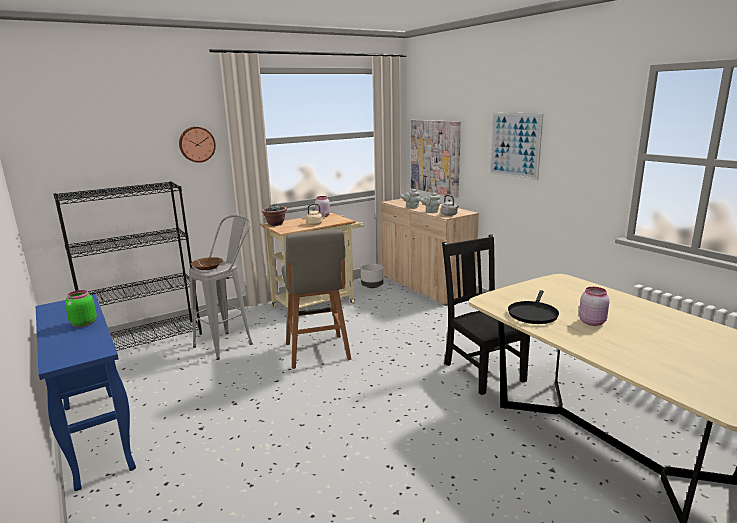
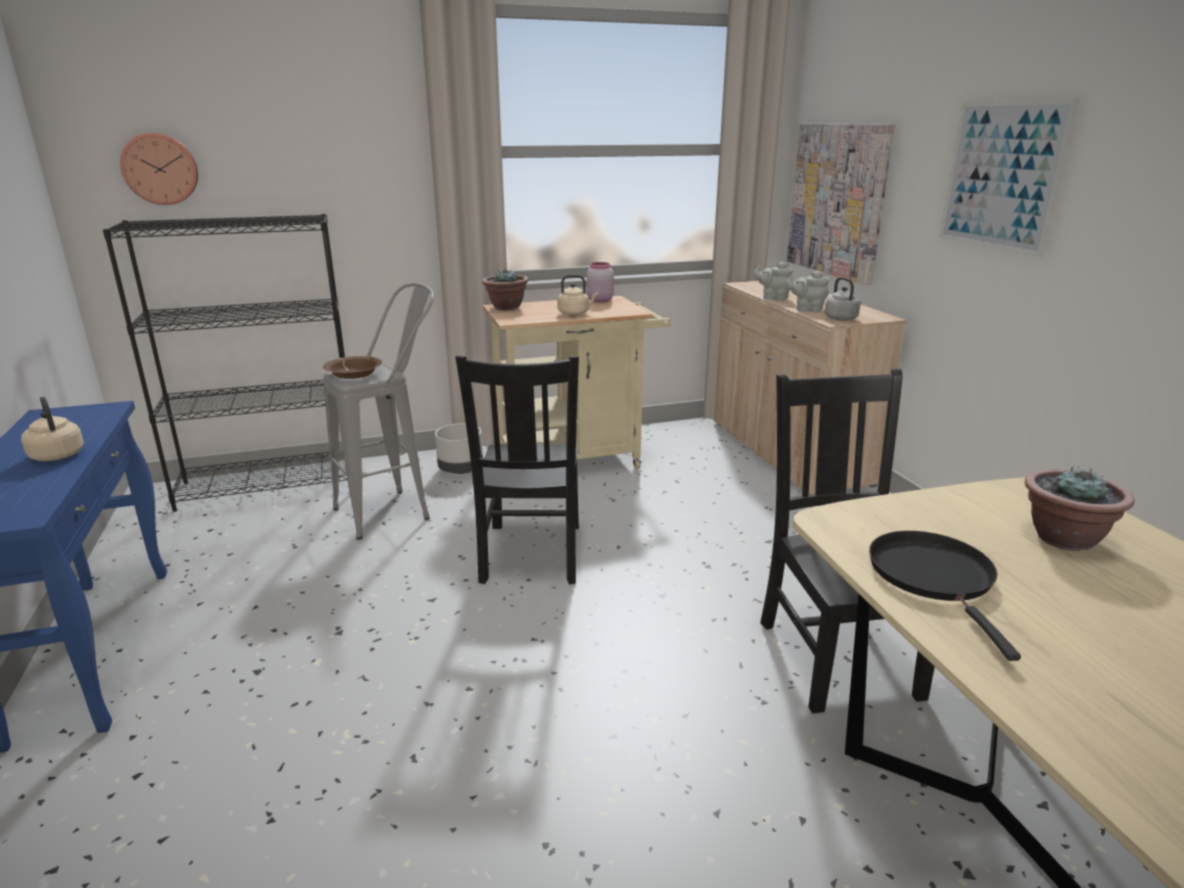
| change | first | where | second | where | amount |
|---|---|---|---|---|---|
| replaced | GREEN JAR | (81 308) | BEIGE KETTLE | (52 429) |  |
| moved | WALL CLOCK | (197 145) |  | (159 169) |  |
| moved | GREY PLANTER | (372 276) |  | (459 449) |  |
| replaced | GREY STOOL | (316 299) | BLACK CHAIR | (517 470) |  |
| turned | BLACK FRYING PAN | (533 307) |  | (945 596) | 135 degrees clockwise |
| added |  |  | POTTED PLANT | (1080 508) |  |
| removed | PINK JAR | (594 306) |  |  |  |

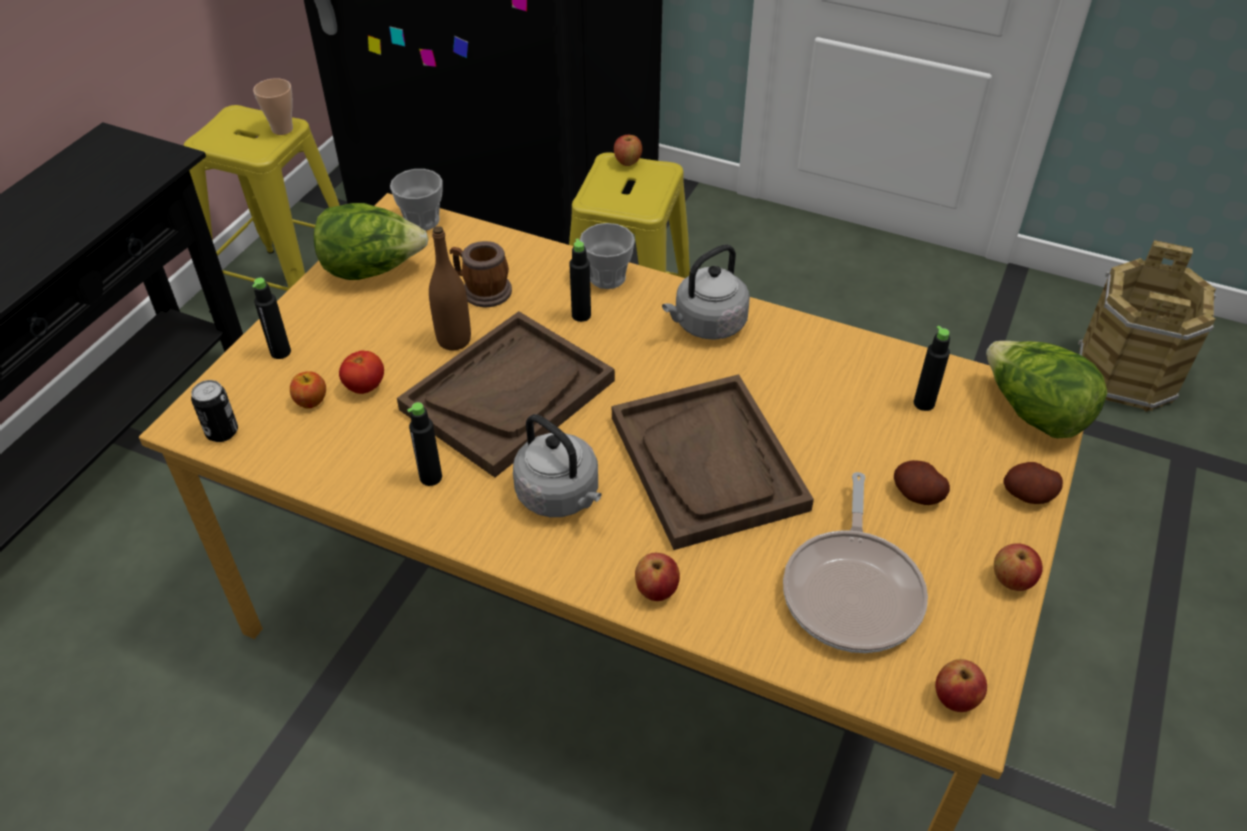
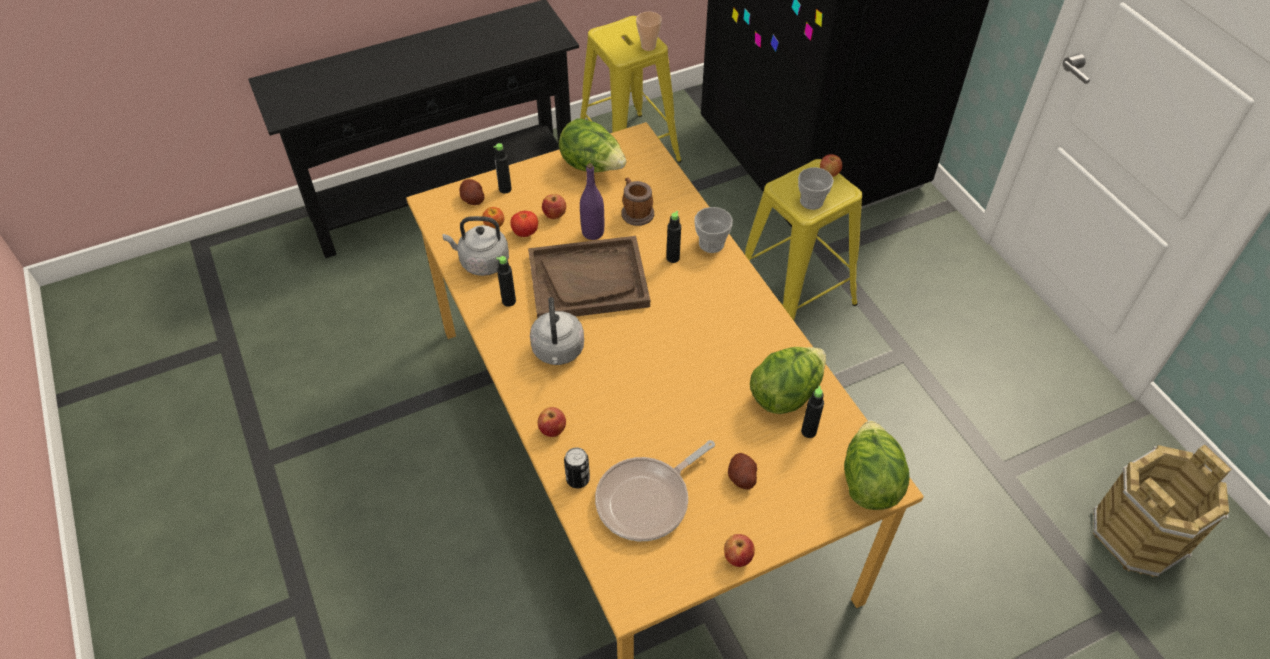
| change | first | where | second | where | amount |
|---|---|---|---|---|---|
| moved | GREY KETTLE | (706 292) |  | (476 246) |  |
| moved | POTATO | (1033 483) |  | (472 192) |  |
| moved | APPLE | (961 685) |  | (554 206) |  |
| moved | CAN | (214 411) |  | (577 467) |  |
| recoloured | BROWN BOTTLE | (450 288) | PURPLE BOTTLE | (592 201) |  |
| added |  |  | LETTUCE | (788 380) |  |
| moved | CUP | (416 200) |  | (816 188) |  |
| removed | BROWN TRAY | (713 462) |  |  |  |

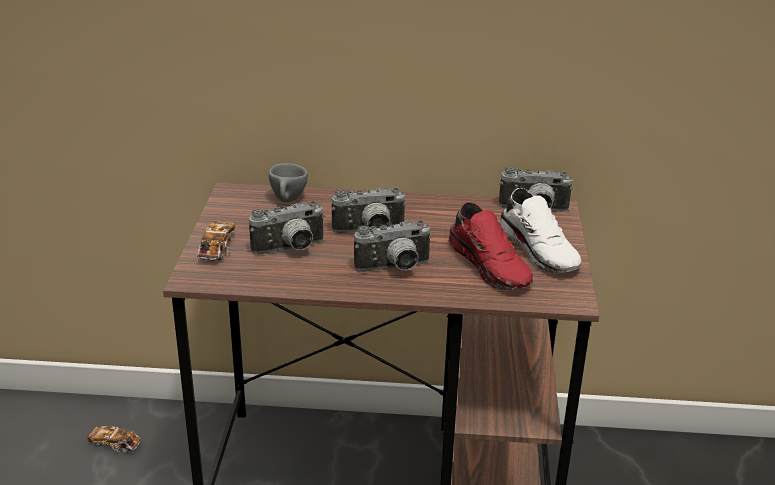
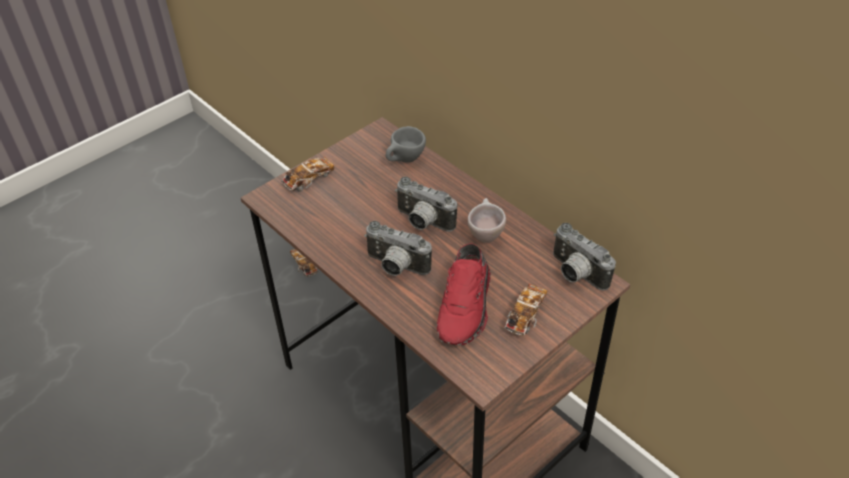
| change | first | where | second | where | amount |
|---|---|---|---|---|---|
| added |  |  | BEIGE CUP | (487 220) |  |
| replaced | WHITE SHOE | (540 230) | TOY CAR | (525 310) |  |
| removed | PHOTO CAMERA | (287 227) |  |  |  |

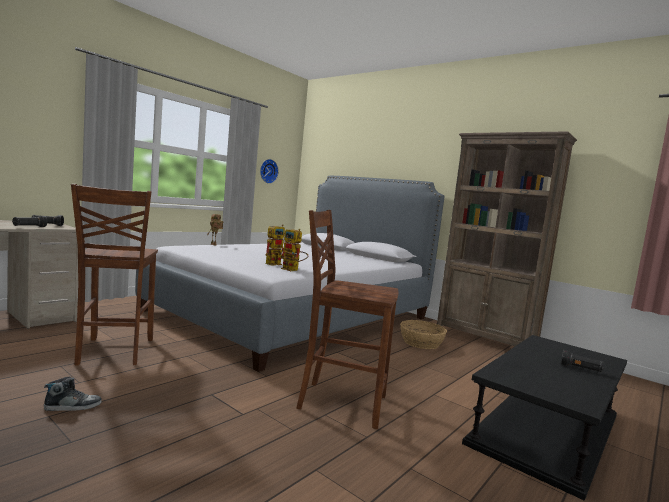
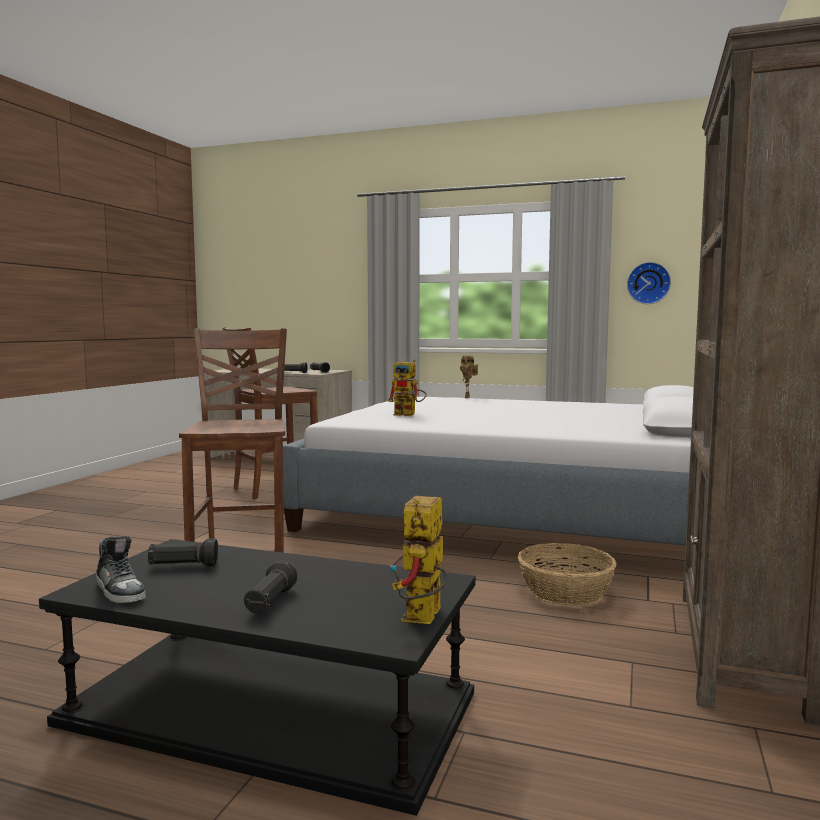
| change | first | where | second | where | amount |
|---|---|---|---|---|---|
| moved | SHOE | (73 394) |  | (121 569) |  |
| added |  |  | BLACK FLASHLIGHT | (183 552) |  |
| moved | TOY ROBOT | (294 250) |  | (419 560) |  |

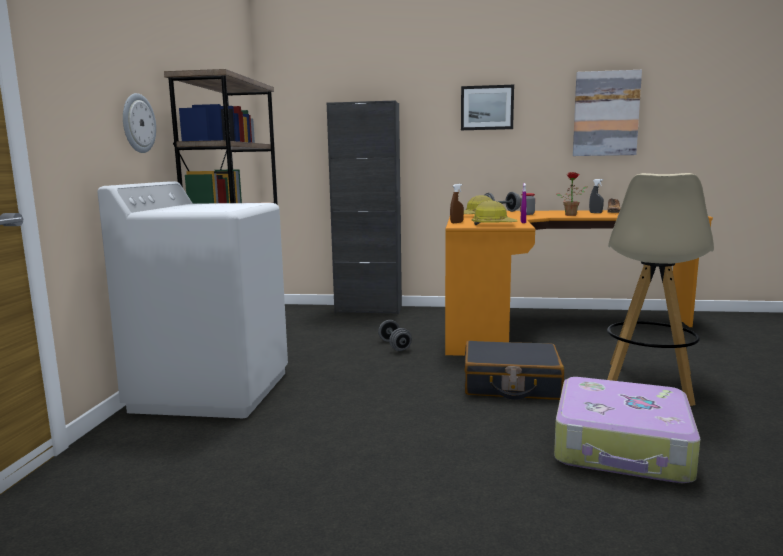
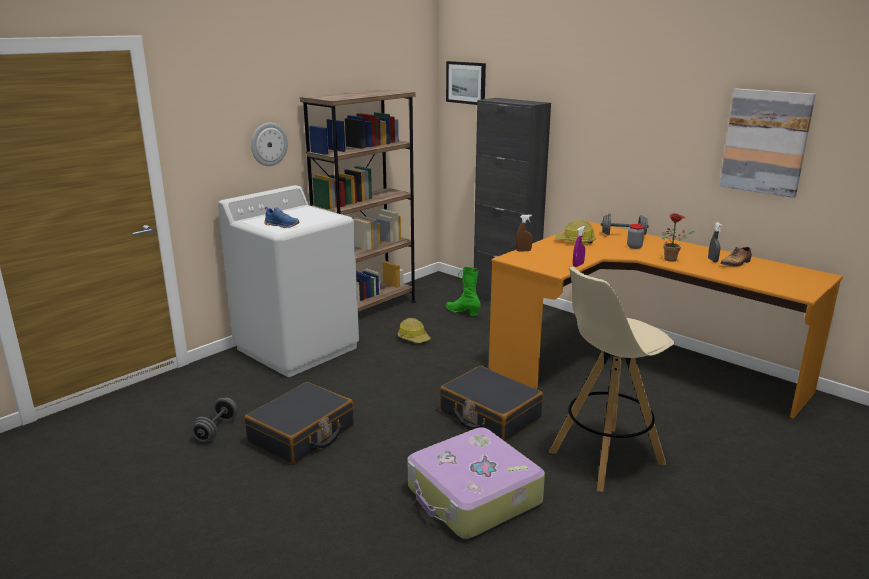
| change | first | where | second | where | amount |
|---|---|---|---|---|---|
| moved | GREY DUMBBELL | (395 335) |  | (214 420) |  |
| added |  |  | BLACK SUITCASE | (299 423) |  |
| added |  |  | BLUE SHOE | (281 217) |  |
| moved | HARD HAT | (495 212) |  | (414 330) |  |
| moved | PICTURE | (487 107) |  | (466 83) |  |
| added |  |  | GREEN BOOT | (463 291) |  |

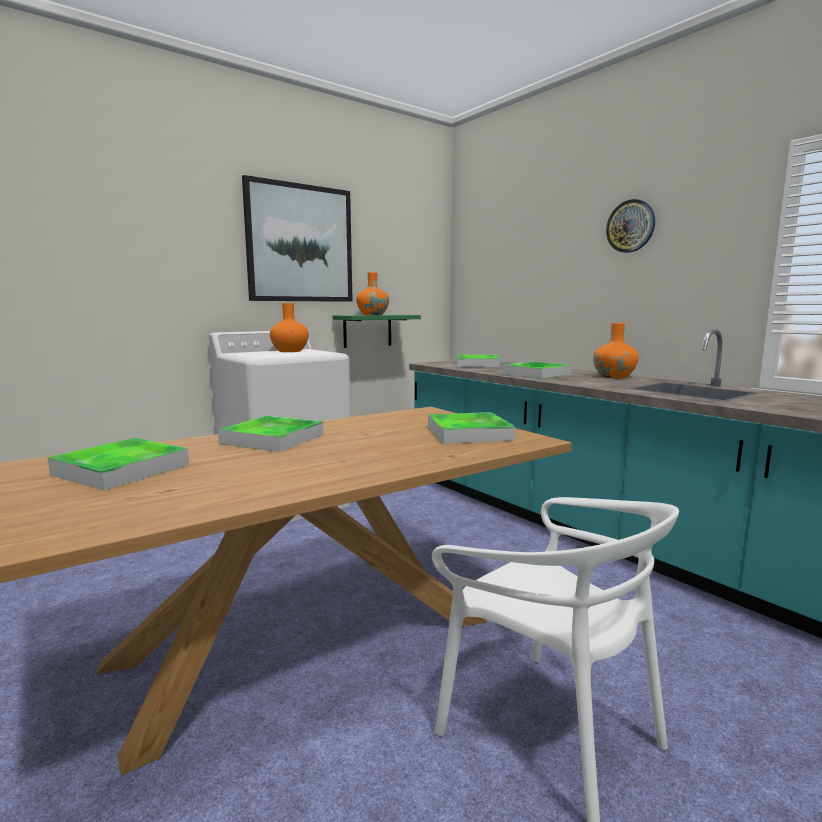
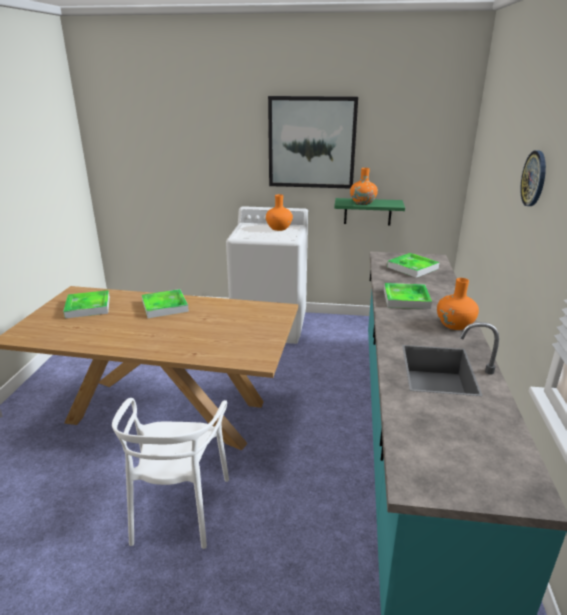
| change | first | where | second | where | amount |
|---|---|---|---|---|---|
| removed | TRAY | (471 428) |  |  |  |

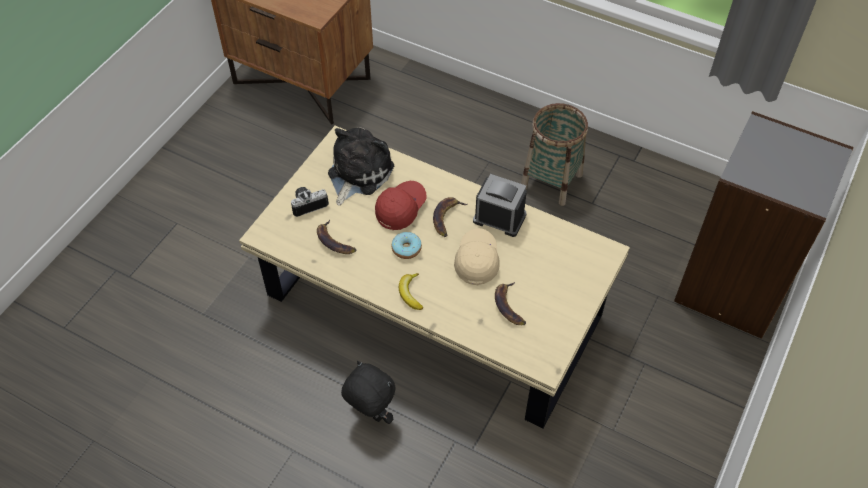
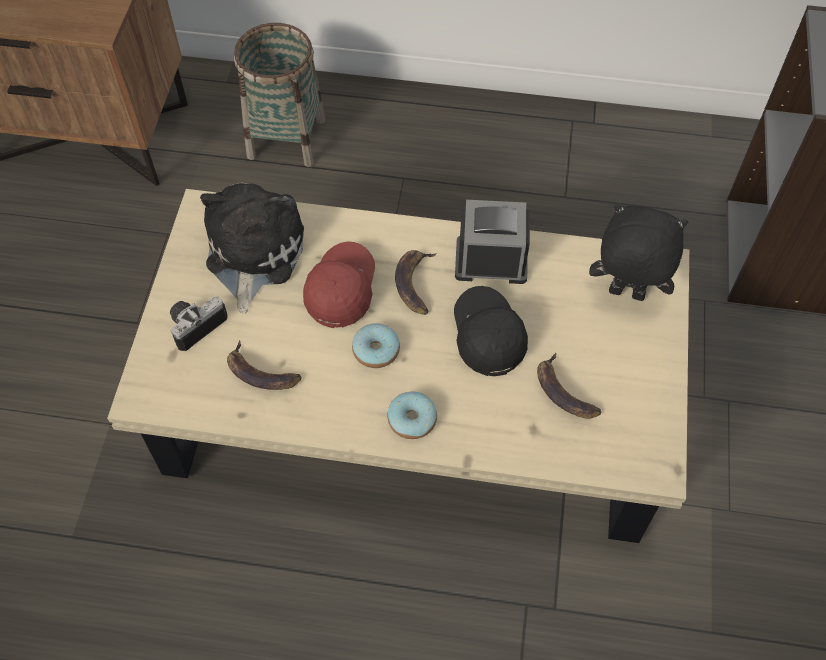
| change | first | where | second | where | amount |
|---|---|---|---|---|---|
| moved | BASKET | (554 154) |  | (280 95) |  |
| replaced | BANANA | (411 291) | DONUT | (412 415) |  |
| recoloured | BEIGE CAP | (477 256) | BLACK CAP | (491 331) |  |
| moved | BLACK PLUSH TOY | (368 392) |  | (638 252) |  |

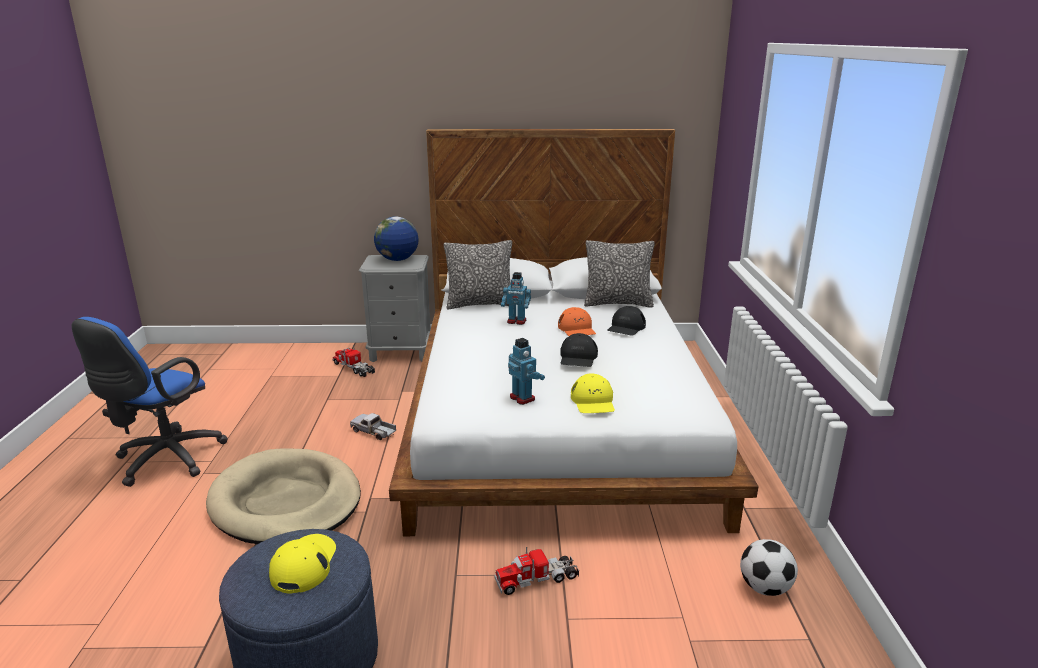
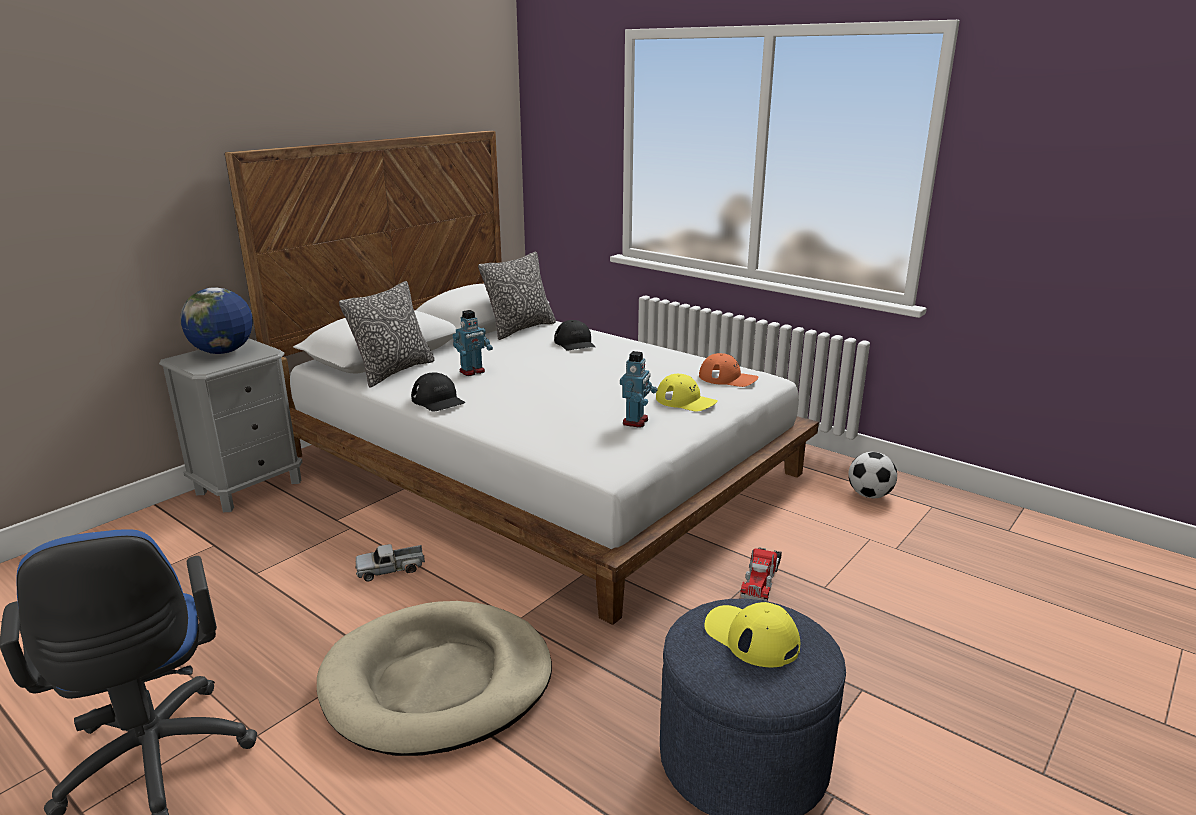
| change | first | where | second | where | amount |
|---|---|---|---|---|---|
| moved | BLACK CAP | (579 350) |  | (438 392) |  |
| turned | TOY ROBOT | (526 371) |  | (639 389) | 105 degrees clockwise |
| moved | ORANGE CAP | (577 321) |  | (728 370) |  |
| removed | TOY TRUCK | (353 361) |  |  |  |

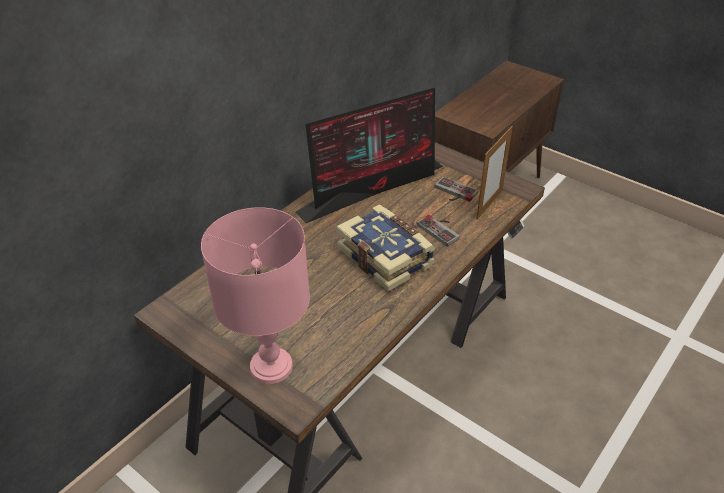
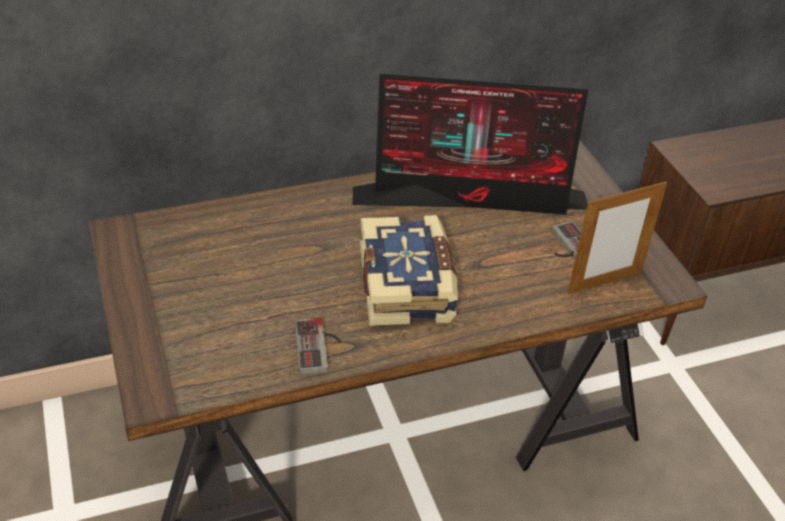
| change | first | where | second | where | amount |
|---|---|---|---|---|---|
| moved | GAME CONTROLLER | (438 231) |  | (318 346) |  |
| removed | PINK TABLE LAMP | (255 295) |  |  |  |

